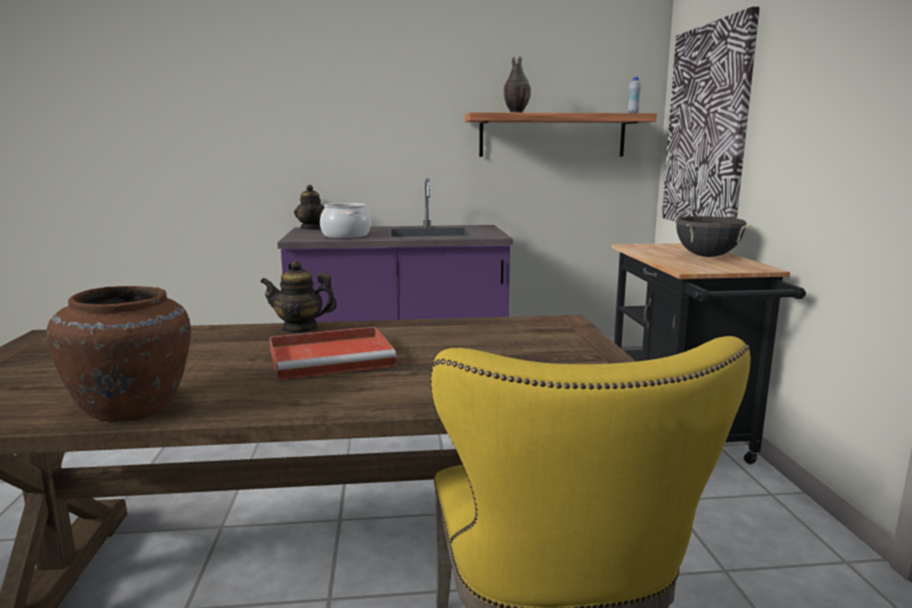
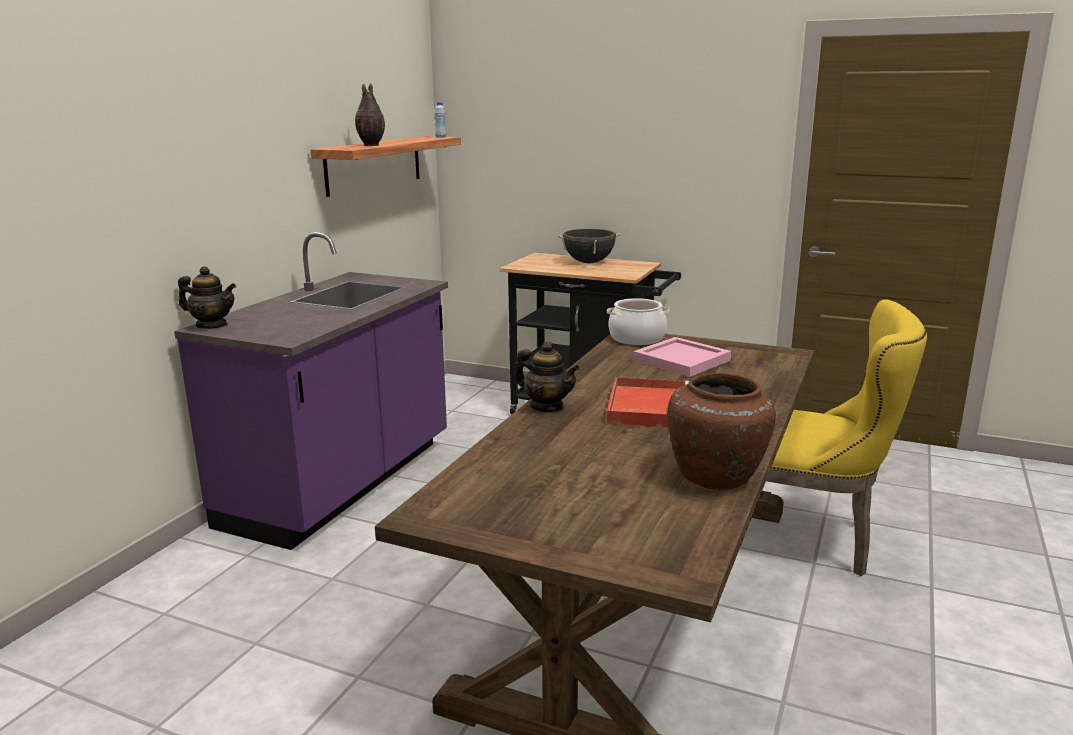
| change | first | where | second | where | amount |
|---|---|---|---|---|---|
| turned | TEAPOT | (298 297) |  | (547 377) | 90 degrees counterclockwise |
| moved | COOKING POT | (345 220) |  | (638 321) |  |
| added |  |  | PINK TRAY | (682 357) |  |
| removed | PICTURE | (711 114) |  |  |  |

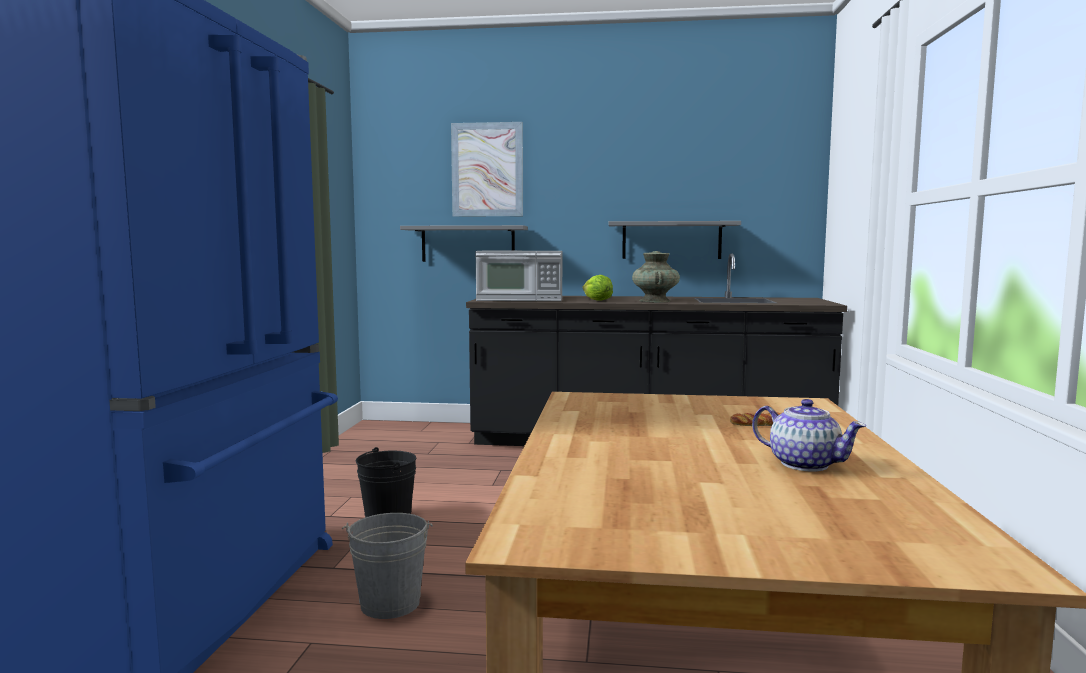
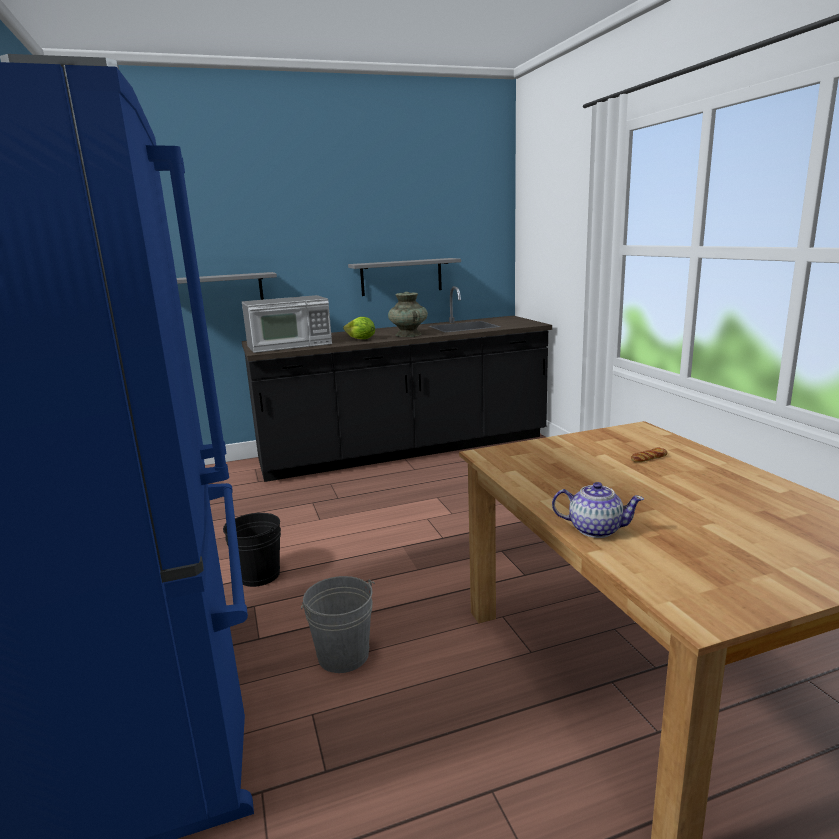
| change | first | where | second | where | amount |
|---|---|---|---|---|---|
| moved | TEAPOT | (809 435) |  | (598 510) |  |
| removed | PICTURE | (487 169) |  |  |  |

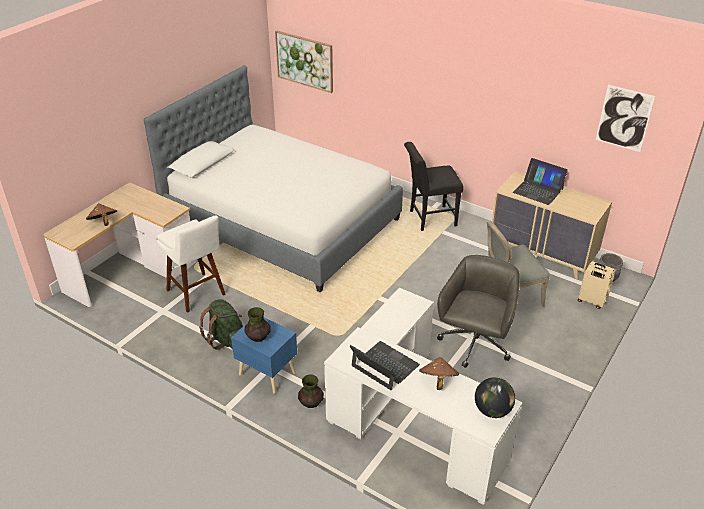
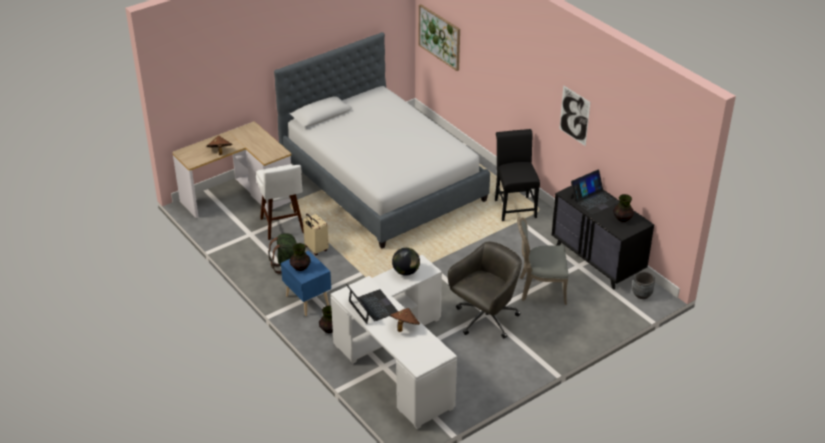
| change | first | where | second | where | amount |
|---|---|---|---|---|---|
| moved | BEIGE SUITCASE | (596 285) |  | (316 234) |  |
| moved | GLOBE | (495 397) |  | (406 262) |  |
| turned | BLACK CHAIR | (433 186) |  | (517 175) | 75 degrees clockwise |
| recoloured | BEIGE DRESSER | (552 225) | BLACK DRESSER | (603 237) |  |
| moved | PICTURE | (625 118) |  | (574 115) |  |
| turned | LAPTOP | (540 181) |  | (595 192) | 90 degrees counterclockwise |
| added |  |  | VASE | (623 208) |  |

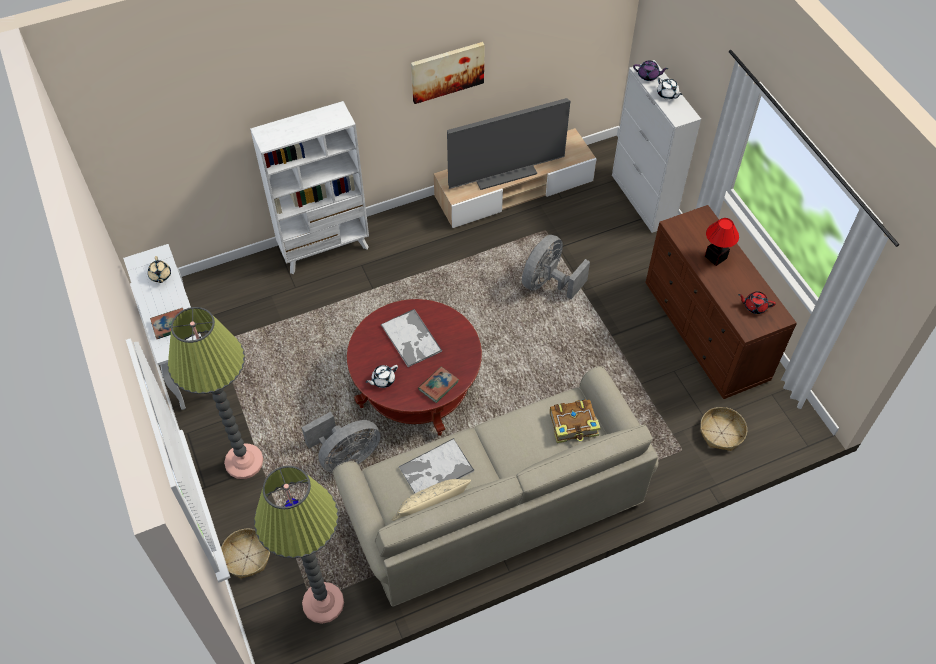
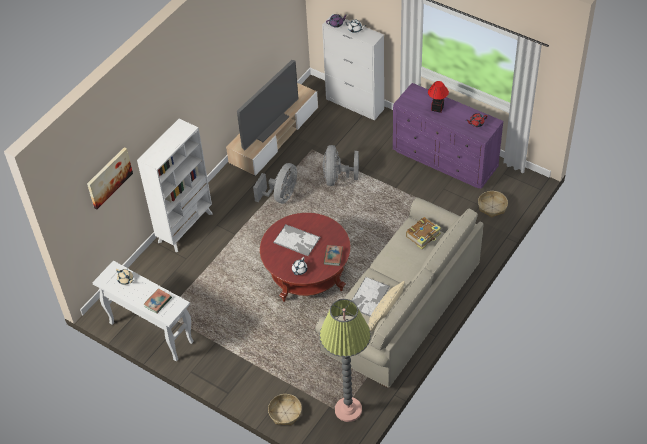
| change | first | where | second | where | amount |
|---|---|---|---|---|---|
| moved | PICTURE | (448 73) |  | (110 178) |  |
| moved | GREY FAN | (341 442) |  | (275 183) |  |
| recoloured | BROWN DRESSER | (721 302) | PURPLE DRESSER | (448 136) |  |
| removed | FLOOR LAMP | (215 393) |  |  |  |

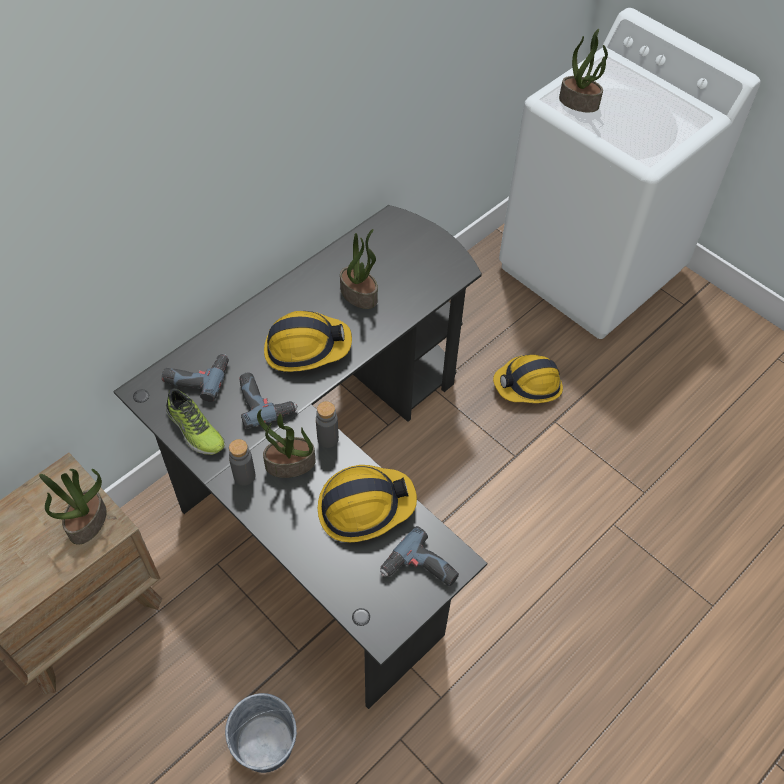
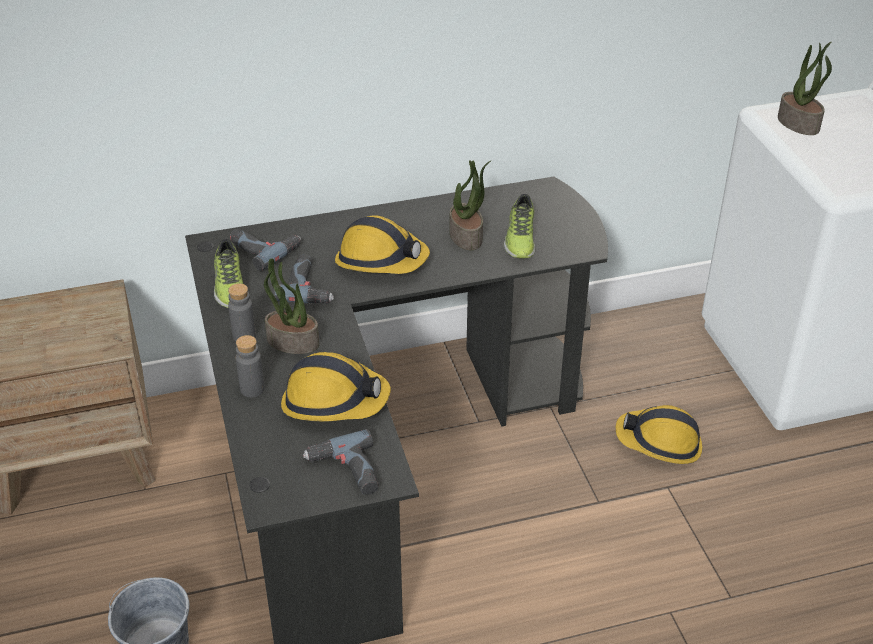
| change | first | where | second | where | amount |
|---|---|---|---|---|---|
| moved | GREY BOTTLE | (327 424) |  | (250 366) |  |
| added |  |  | SHOE | (519 226) |  |
| removed | POTTED PLANT | (72 506) |  |  |  |

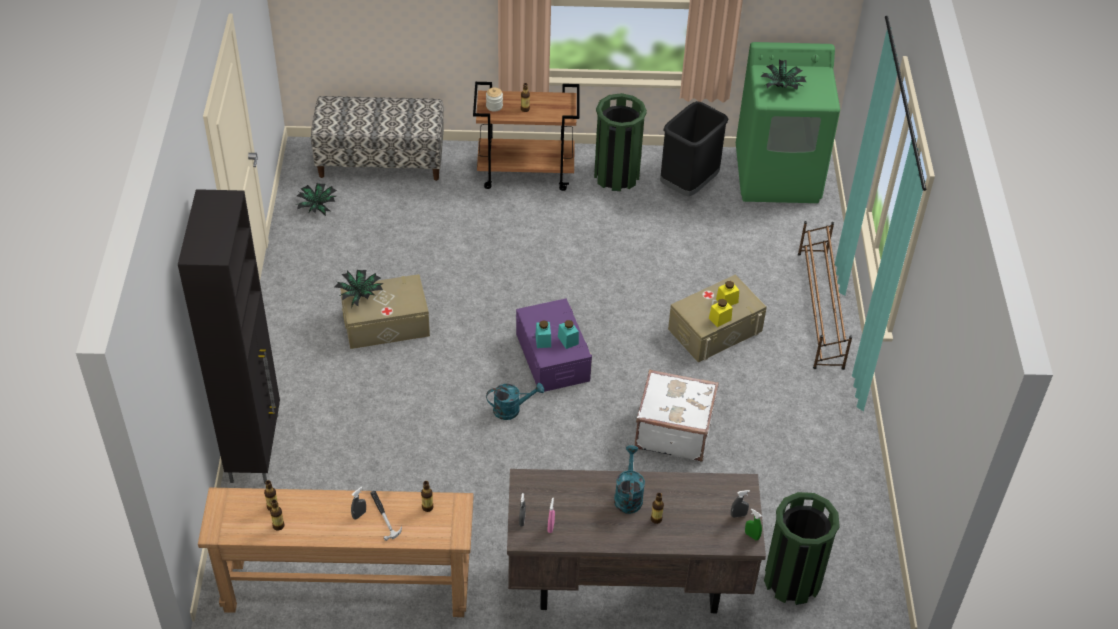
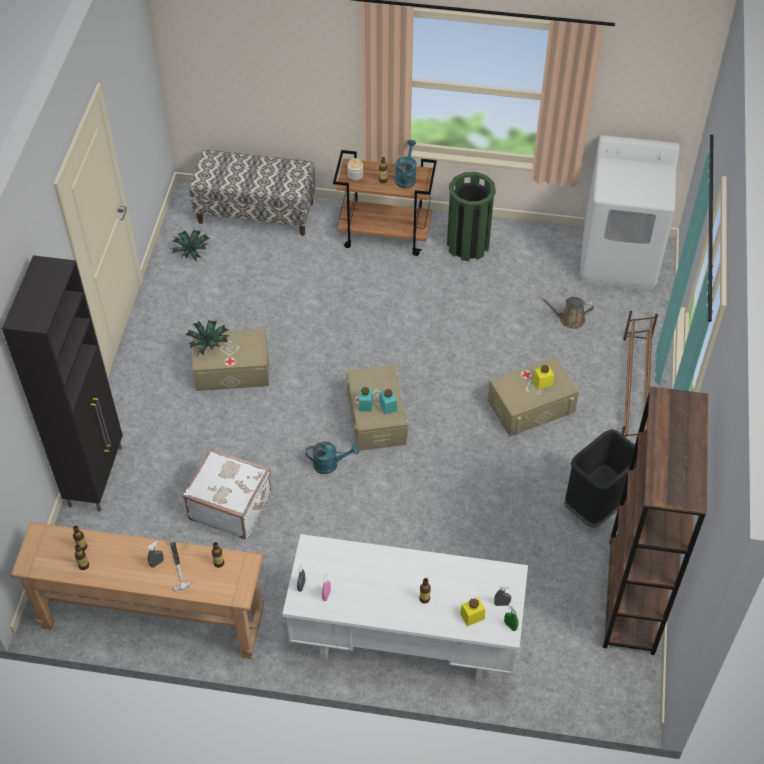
| change | first | where | second | where | amount |
|---|---|---|---|---|---|
| moved | WHITE SUITCASE | (677 416) |  | (227 493) |  |
| recoloured | BROWN DESK | (636 541) | WHITE DESK | (405 609) |  |
| recoloured | PURPLE STORAGE BOX | (554 346) | BEIGE STORAGE BOX | (377 408) |  |
| moved | TURQUOISE WATERING CAN | (629 480) |  | (406 164) |  |
| moved | YELLOW JAR | (721 313) |  | (472 612) |  |
| added |  |  | BROWN WATERING CAN | (567 313) |  |
| moved | BLACK TRASH CAN | (694 149) |  | (600 478) |  |
| recoloured | GREEN WASHING MACHINE | (788 122) | WHITE WASHING MACHINE | (630 212) |  |
| added |  |  | BROWN BOOKCASE | (655 521) |  |
| removed | POTTED PLANT | (783 75) |  |  |  |
| removed | GREEN TRASH CAN | (802 548) |  |  |  |

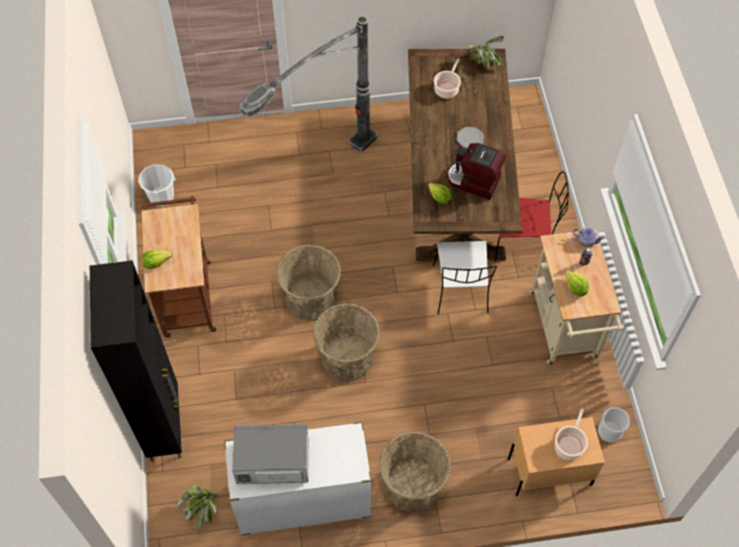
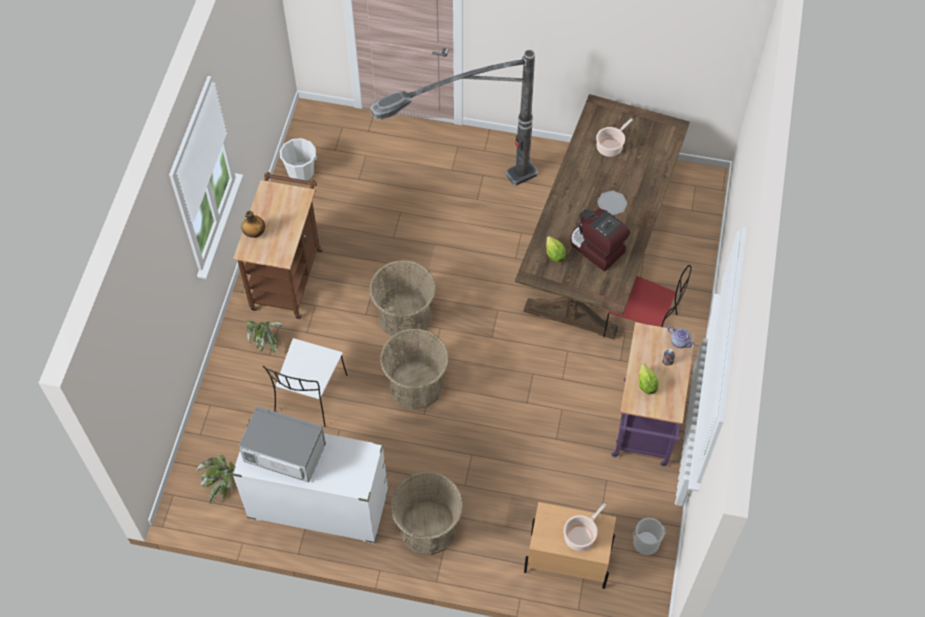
| change | first | where | second | where | amount |
|---|---|---|---|---|---|
| replaced | LETTUCE | (157 259) | BOTTLE | (253 224) |  |
| moved | POTTED PLANT | (486 52) |  | (265 337) |  |
| moved | WHITE CHAIR | (465 278) |  | (305 382) |  |
| recoloured | BEIGE CART | (576 297) | PURPLE CART | (653 394) |  |
| removed | BLACK CABINET | (136 361) |  |  |  |

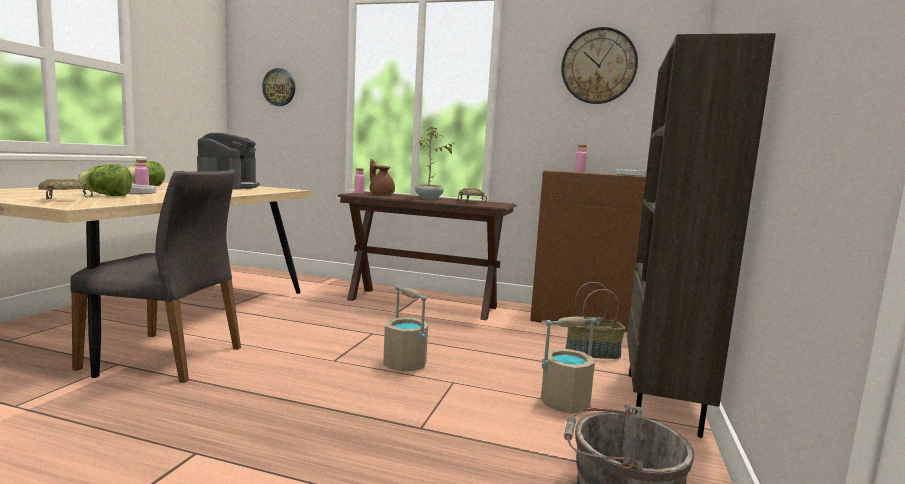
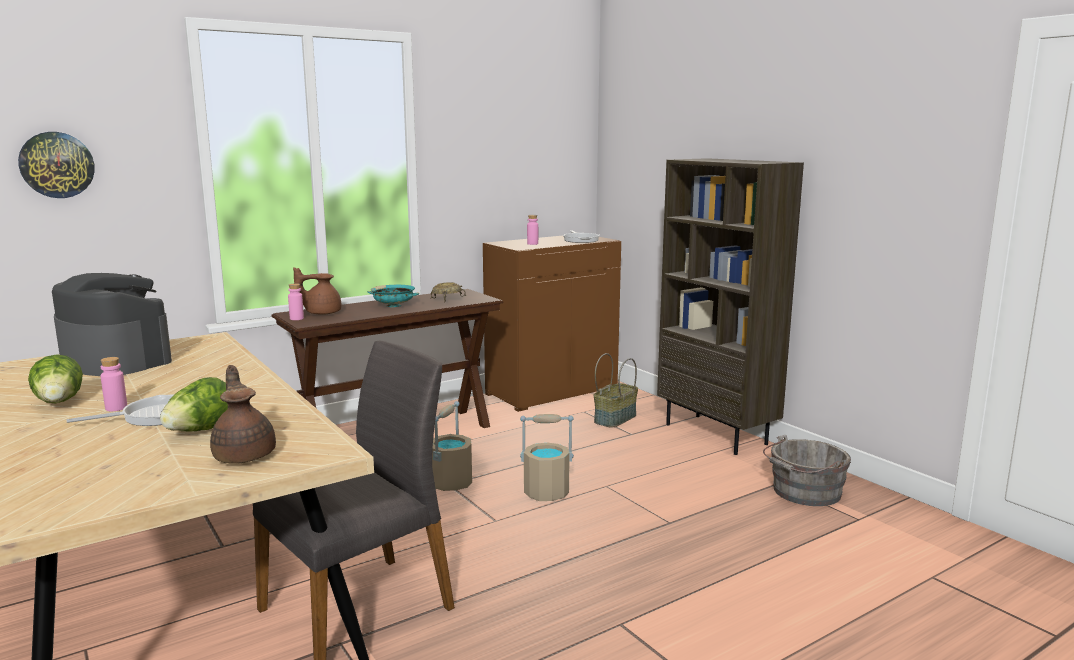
| change | first | where | second | where | amount |
|---|---|---|---|---|---|
| replaced | BEIGE BOWL | (66 189) | BROWN TEAPOT | (243 414) |  |
| replaced | POTTED PLANT | (435 162) | TURQUOISE BOWL | (393 296) |  |
| moved | BEIGE BUCKET | (568 365) |  | (452 446) |  |
| removed | WALL CLOCK | (599 65) |  |  |  |

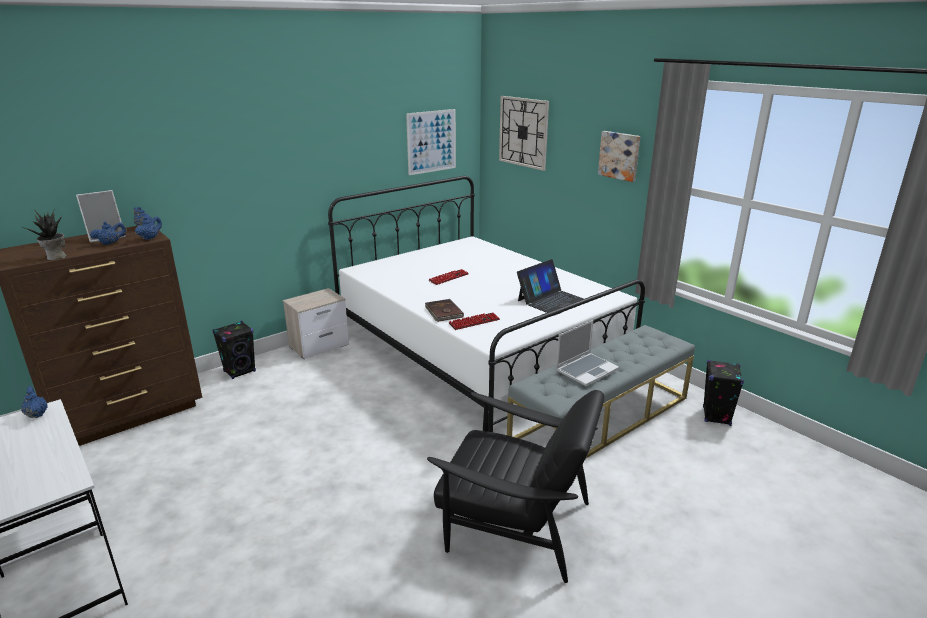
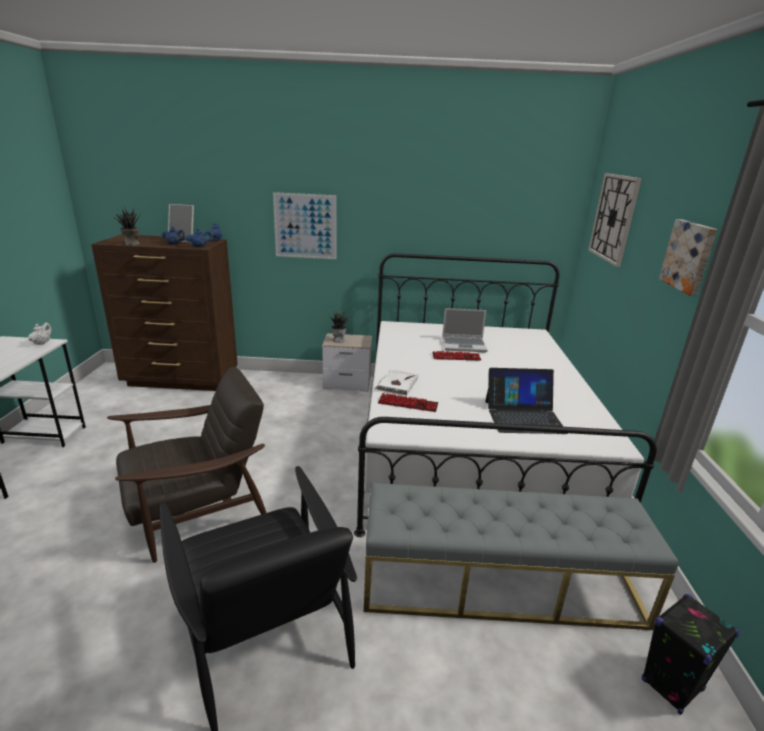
| change | first | where | second | where | amount |
|---|---|---|---|---|---|
| recoloured | BLUE TEAPOT | (34 402) | WHITE TEAPOT | (40 334) |  |
| added |  |  | BROWN ARMCHAIR | (186 465) |  |
| moved | PICTURE | (431 142) |  | (305 225) |  |
| added |  |  | POTTED PLANT | (339 327) |  |
| recoloured | BROWN BOOK | (444 310) | WHITE BOOK | (397 382) |  |
| moved | LAPTOP | (587 353) |  | (465 330) |  |
| removed | BLACK SPEAKER | (234 350) |  |  |  |

